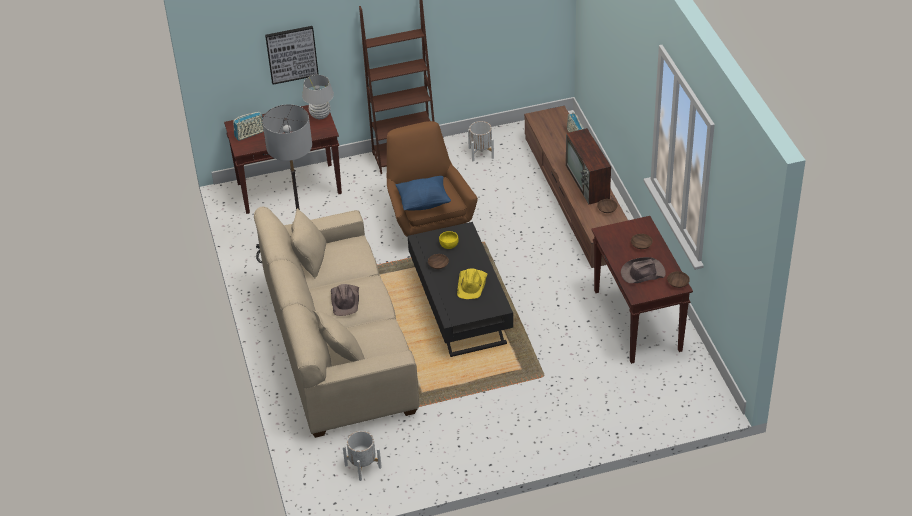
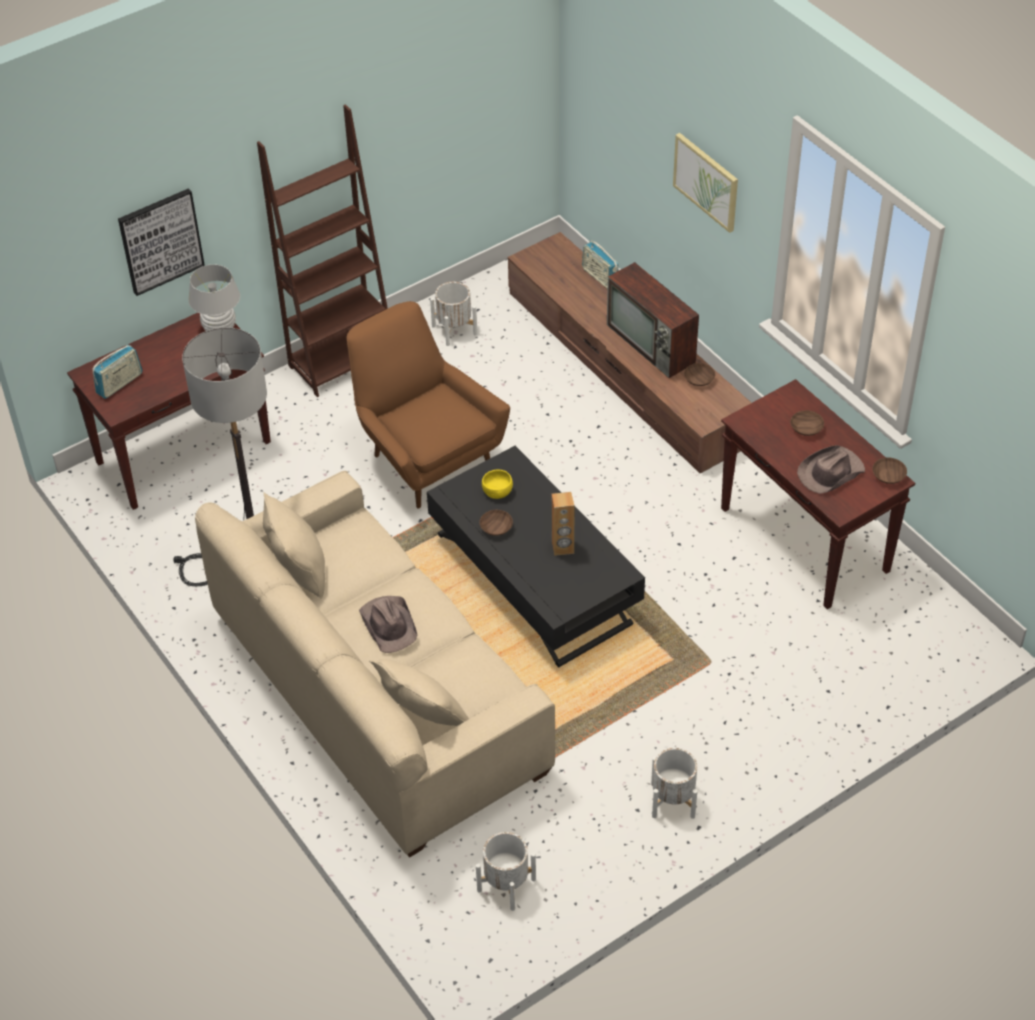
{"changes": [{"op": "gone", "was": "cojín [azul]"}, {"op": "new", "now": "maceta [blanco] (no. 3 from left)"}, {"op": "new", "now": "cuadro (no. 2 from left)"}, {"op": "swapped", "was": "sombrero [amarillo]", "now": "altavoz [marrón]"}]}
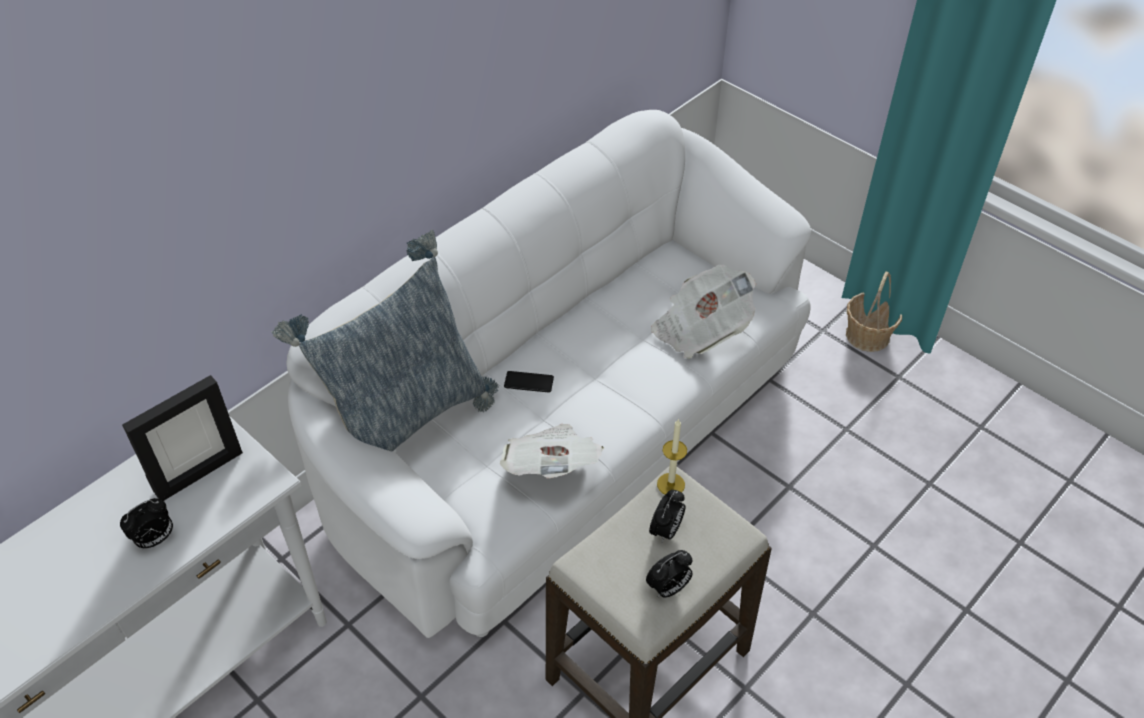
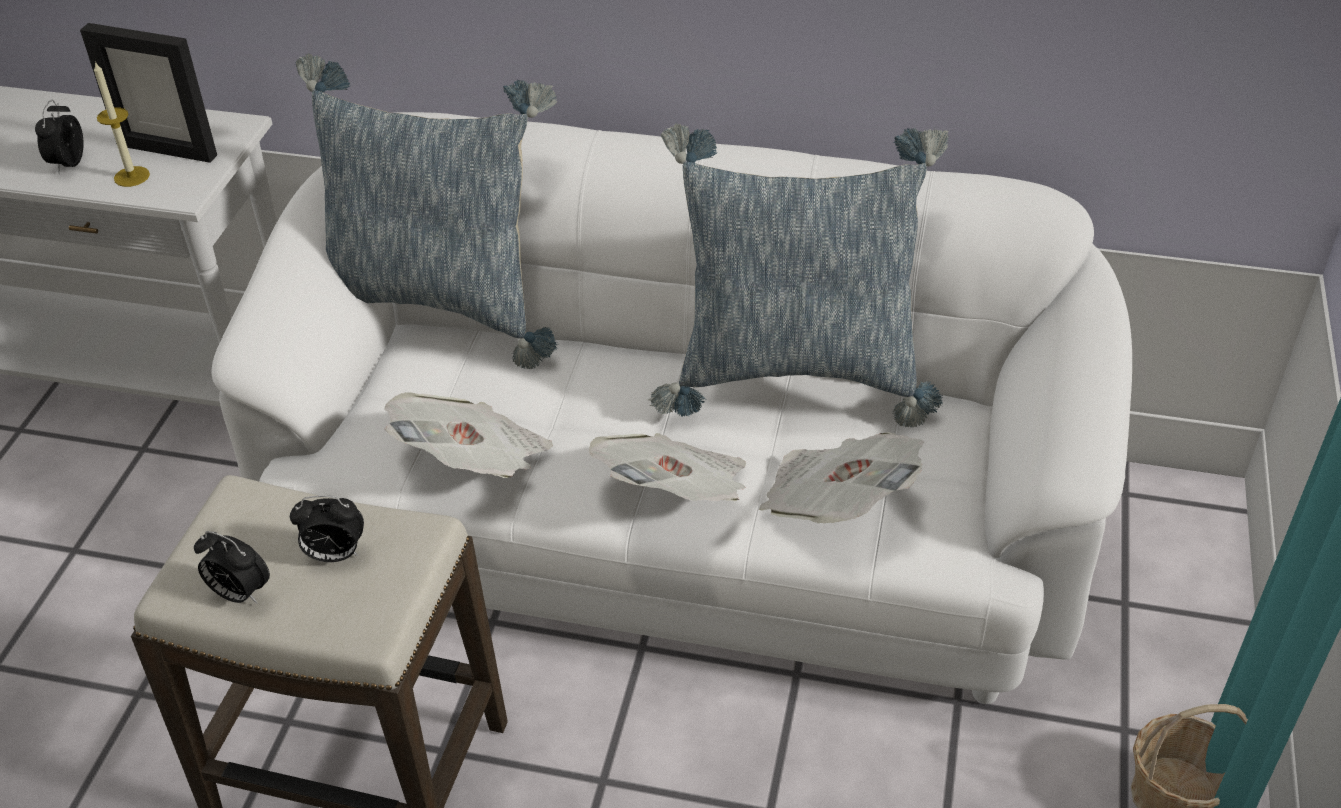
{"changes": [{"op": "gone", "was": "móvil"}, {"op": "new", "now": "periódico (no. 2 from left)"}, {"op": "new", "now": "cojín (no. 2 from left)"}, {"op": "shifted", "was": "vela"}, {"op": "rotated", "was": "despertador (no. 1 from left)", "clockwise": 75}]}
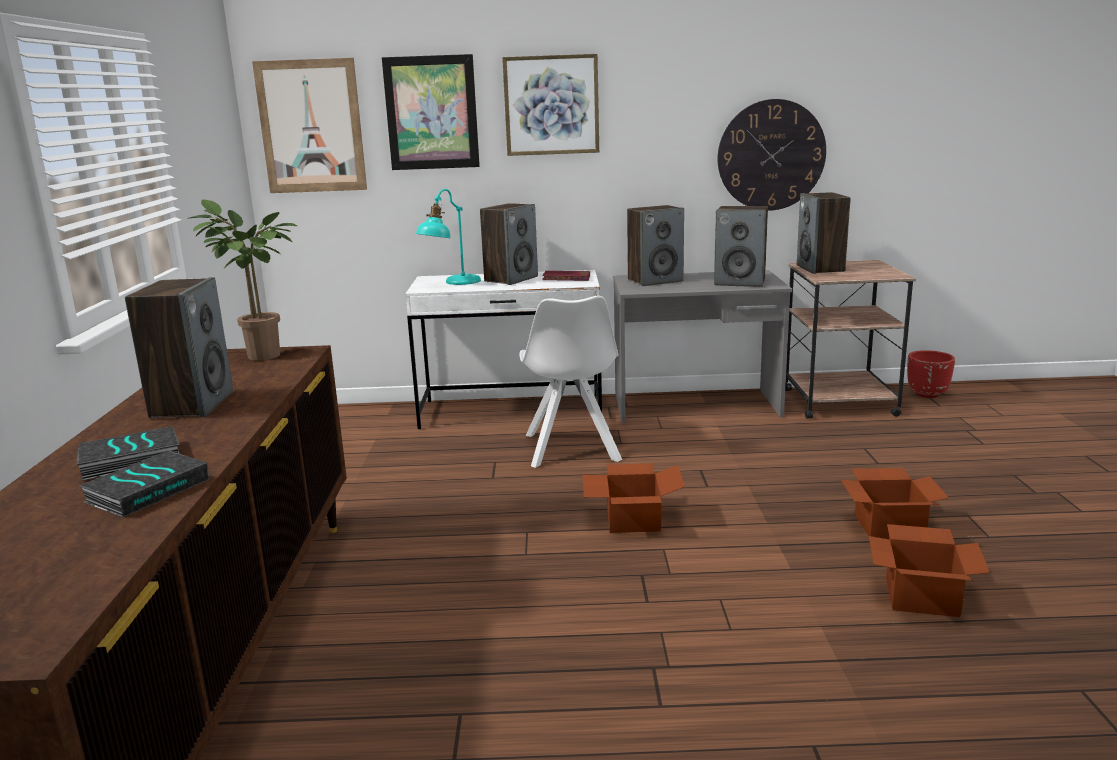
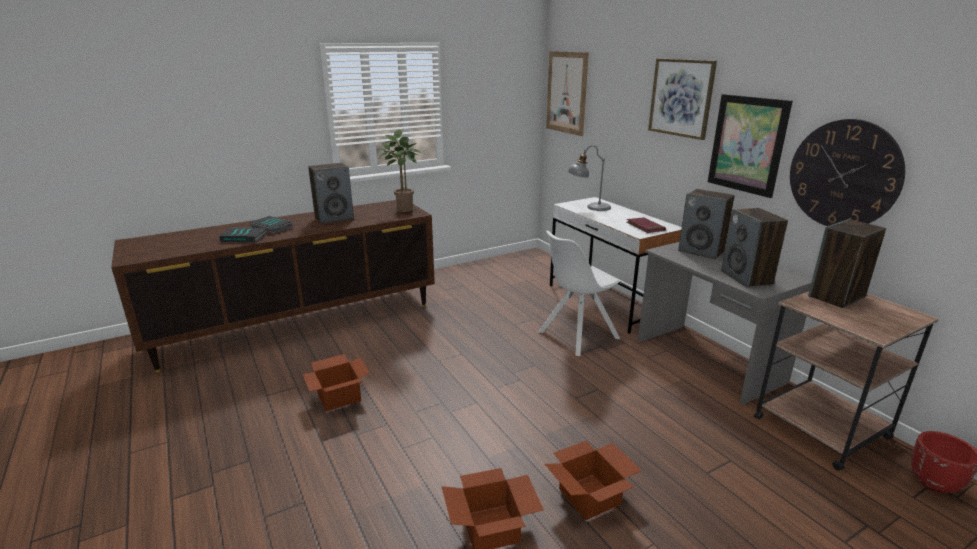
{"changes": [{"op": "gone", "was": "altavoz (no. 2 from left)"}, {"op": "shifted", "was": "cuadro (no. 2 from left in the first image)", "now": "cuadro (no. 3 from left)"}, {"op": "shifted", "was": "caja de cartón (no. 1 from left)"}, {"op": "repainted", "was": "lámpara de mesa [turquesa]", "now": "lámpara de mesa [gris]"}]}
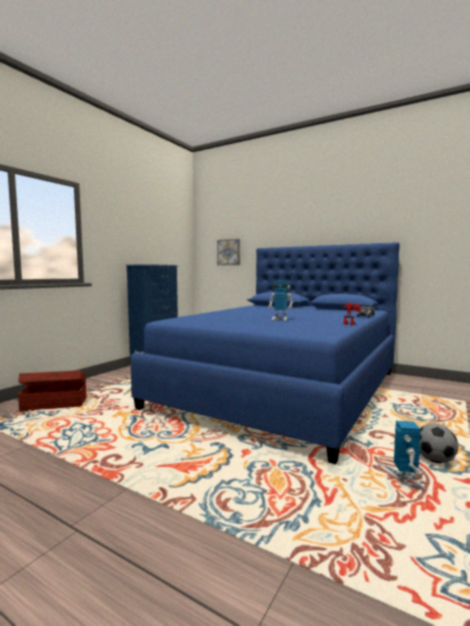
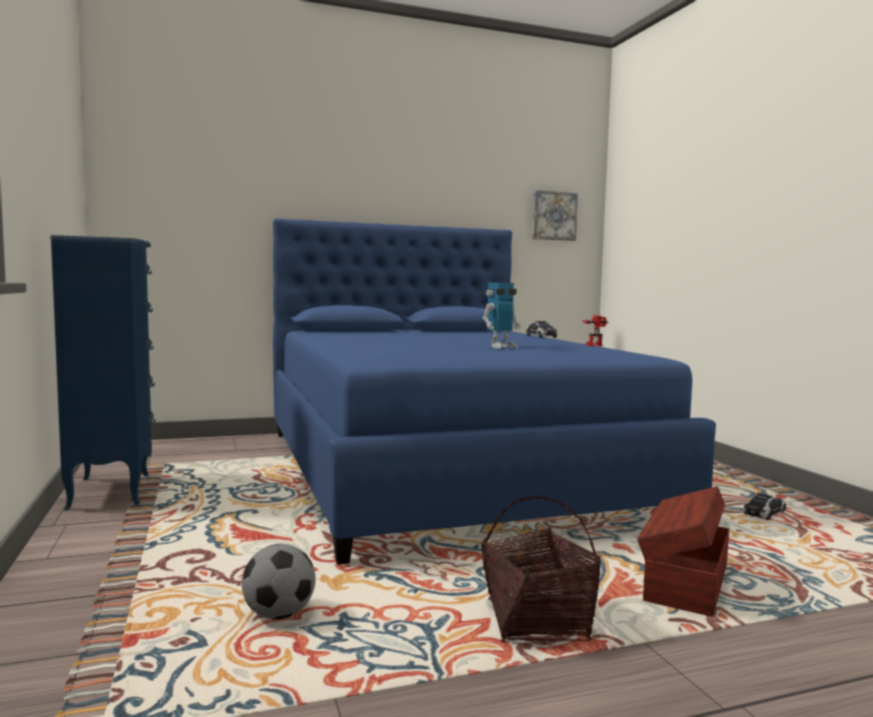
{"changes": [{"op": "new", "now": "cesta"}, {"op": "shifted", "was": "caja de almacenaje [marrón]"}, {"op": "shifted", "was": "cuadro"}, {"op": "shifted", "was": "balón de fútbol"}, {"op": "swapped", "was": "robot de juguete (no. 3 from left)", "now": "coche de juguete (no. 2 from left)"}]}
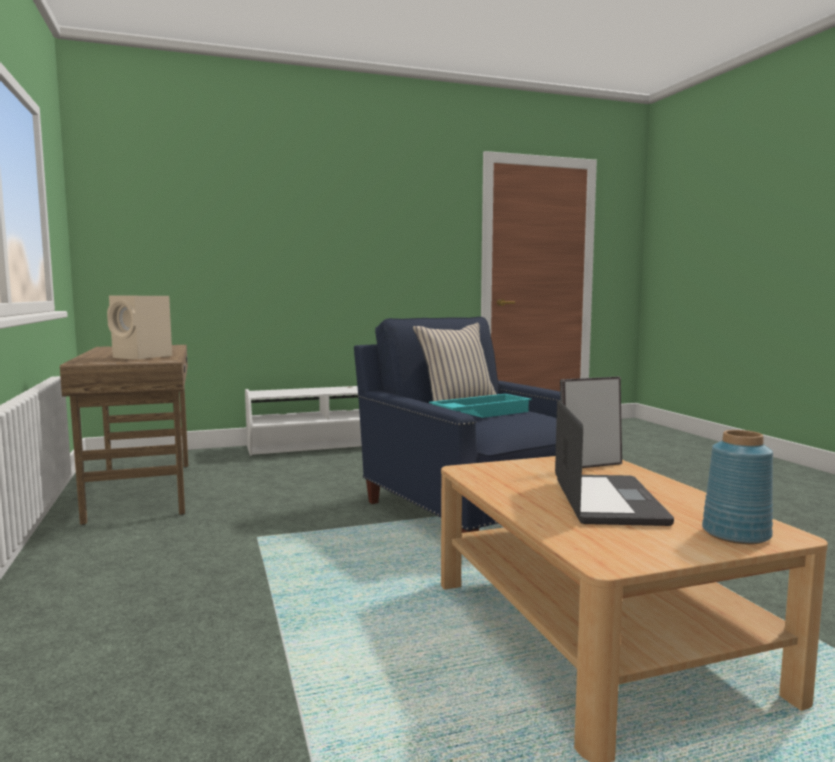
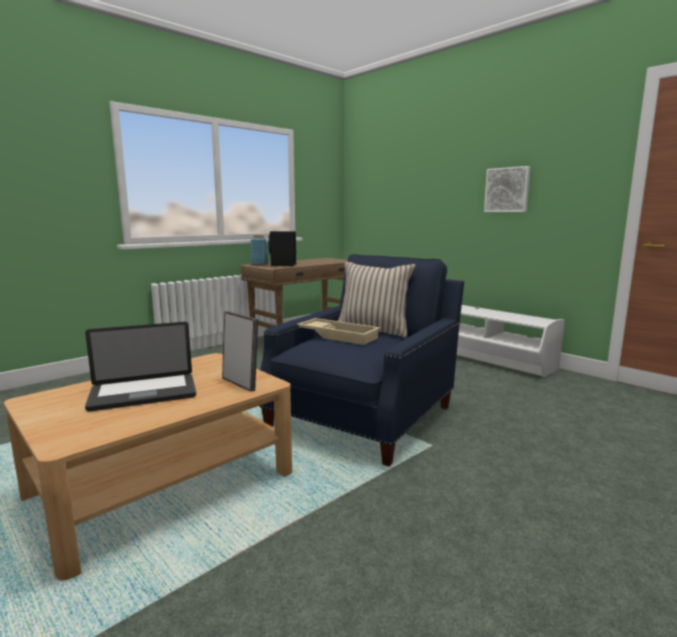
{"changes": [{"op": "new", "now": "cuadro"}, {"op": "shifted", "was": "florero [azul]"}, {"op": "repainted", "was": "altavoz [beis]", "now": "altavoz [negro]"}, {"op": "repainted", "was": "bandeja [turquesa]", "now": "bandeja [beis]"}]}
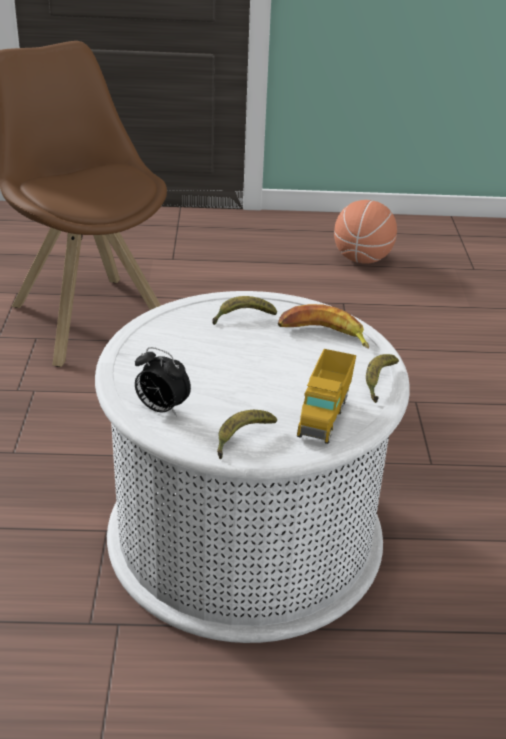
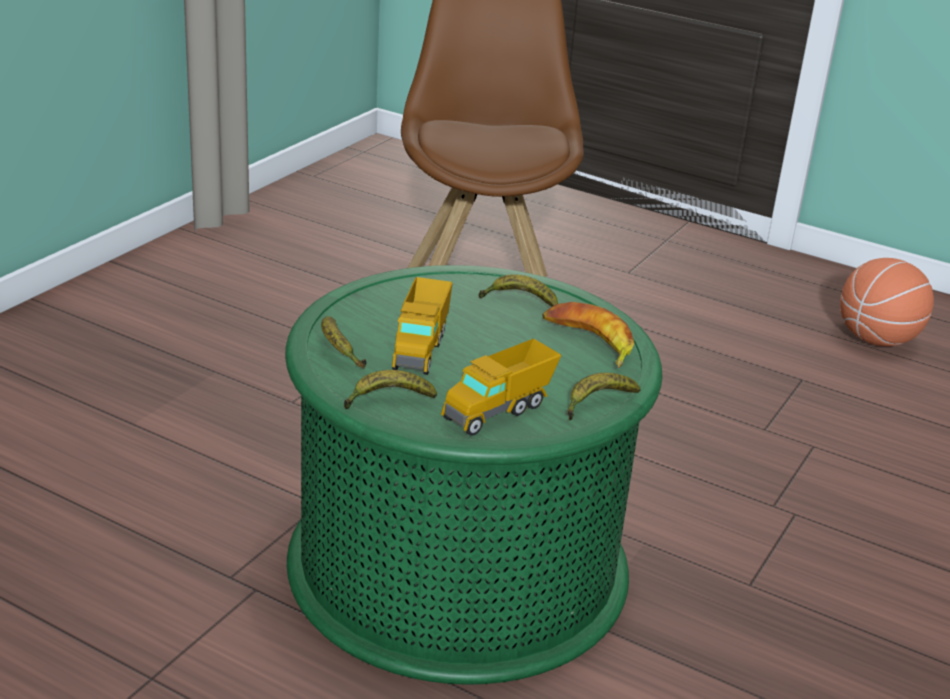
{"changes": [{"op": "new", "now": "camión de juguete (no. 1 from left)"}, {"op": "swapped", "was": "despertador", "now": "plátano (no. 1 from left)"}, {"op": "repainted", "was": "mesa de centro [blanco]", "now": "mesa de centro [verde]"}]}
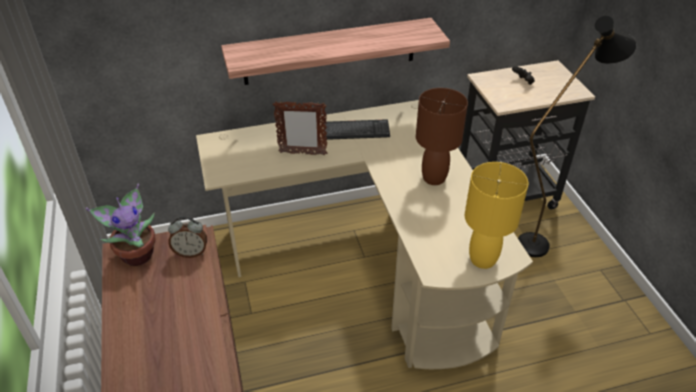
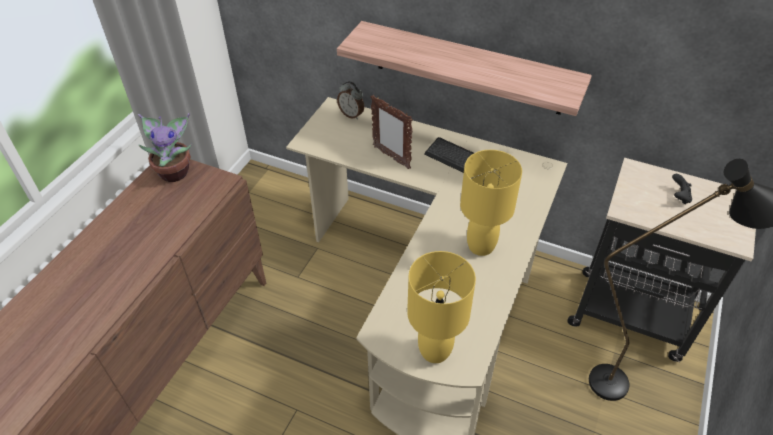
{"changes": [{"op": "shifted", "was": "despertador"}, {"op": "repainted", "was": "lámpara de mesa [marrón]", "now": "lámpara de mesa [amarillo] (no. 2 from left)"}]}
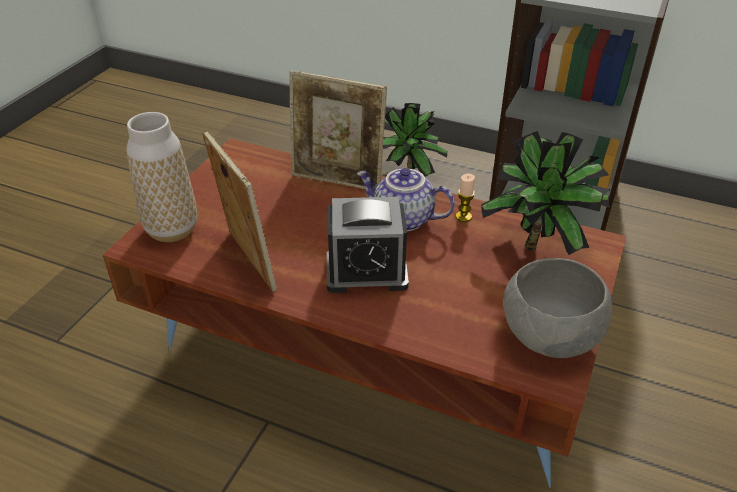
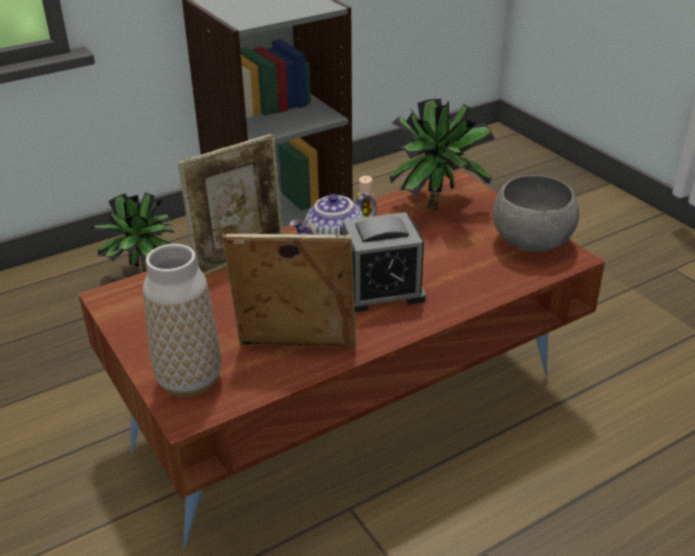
{"changes": [{"op": "rotated", "was": "despertador", "clockwise": 45}]}
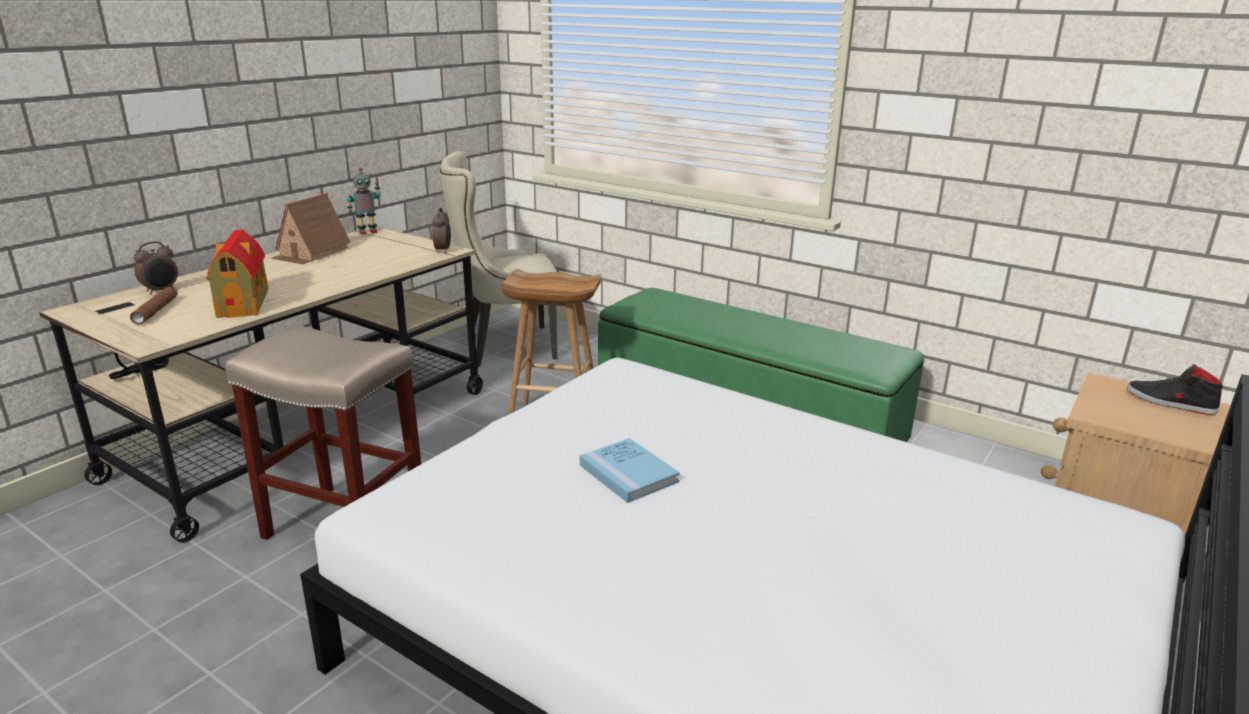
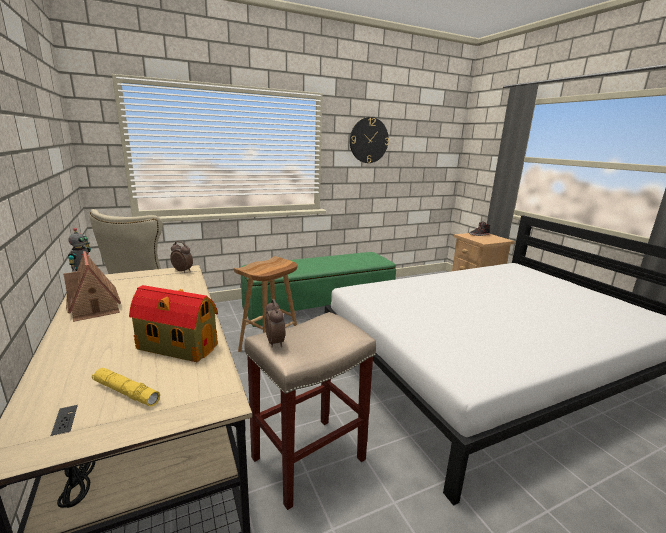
{"changes": [{"op": "gone", "was": "libro [azul]"}, {"op": "new", "now": "reloj de pared"}, {"op": "shifted", "was": "despertador (no. 1 from left in the first image)", "now": "despertador (no. 2 from left)"}, {"op": "repainted", "was": "linterna [marrón]", "now": "linterna [amarillo]"}]}
